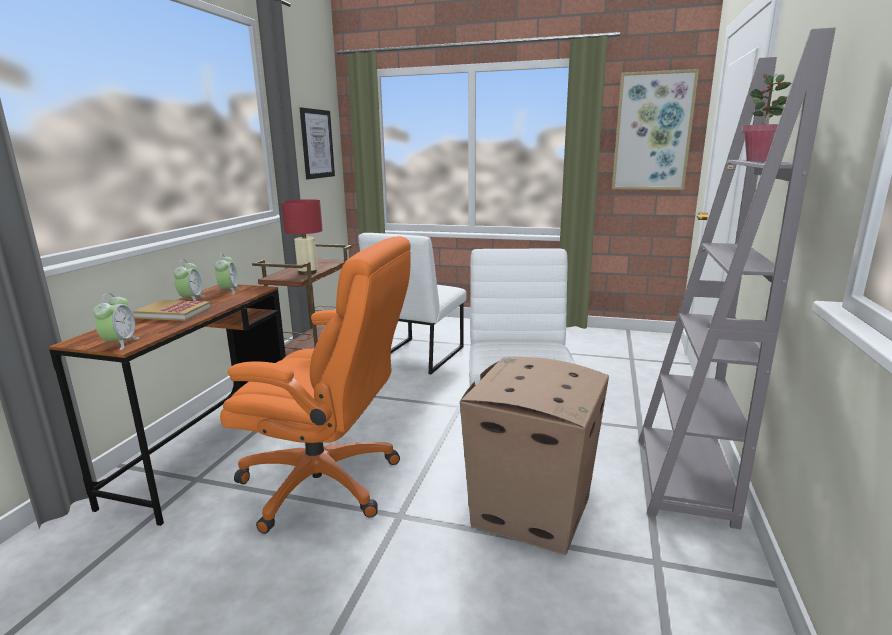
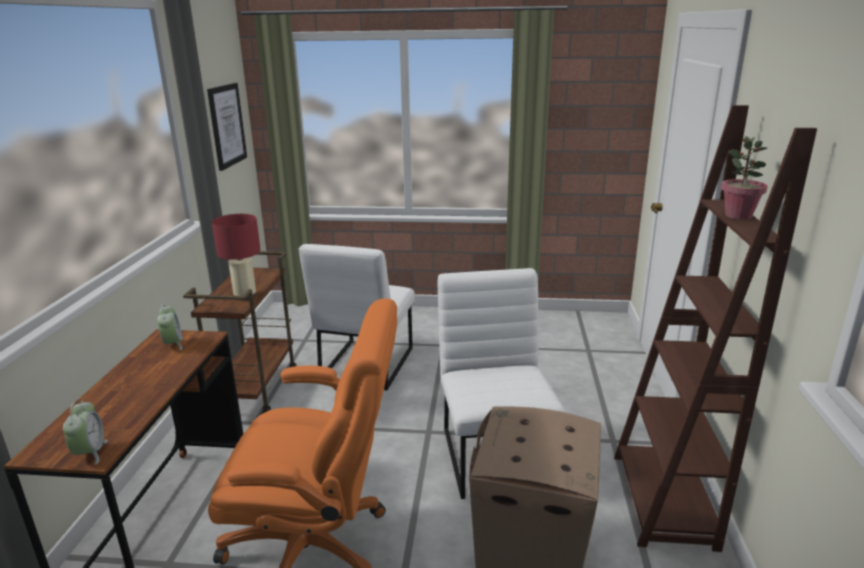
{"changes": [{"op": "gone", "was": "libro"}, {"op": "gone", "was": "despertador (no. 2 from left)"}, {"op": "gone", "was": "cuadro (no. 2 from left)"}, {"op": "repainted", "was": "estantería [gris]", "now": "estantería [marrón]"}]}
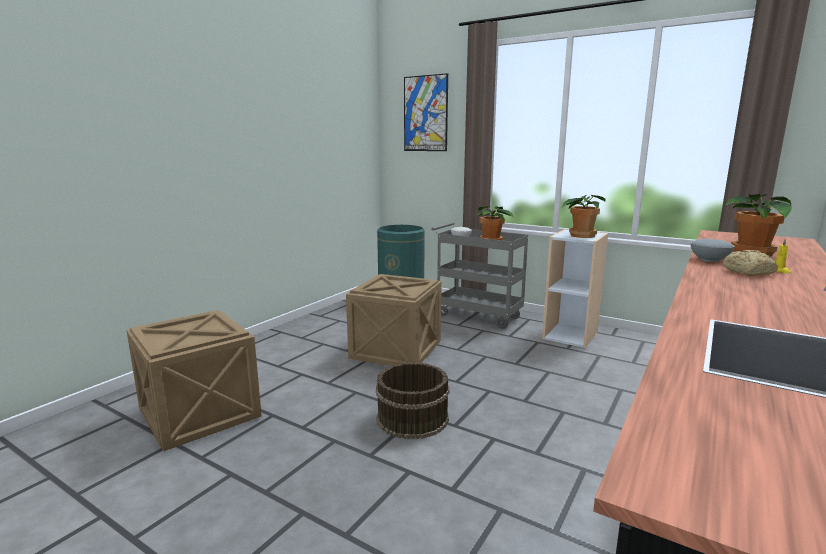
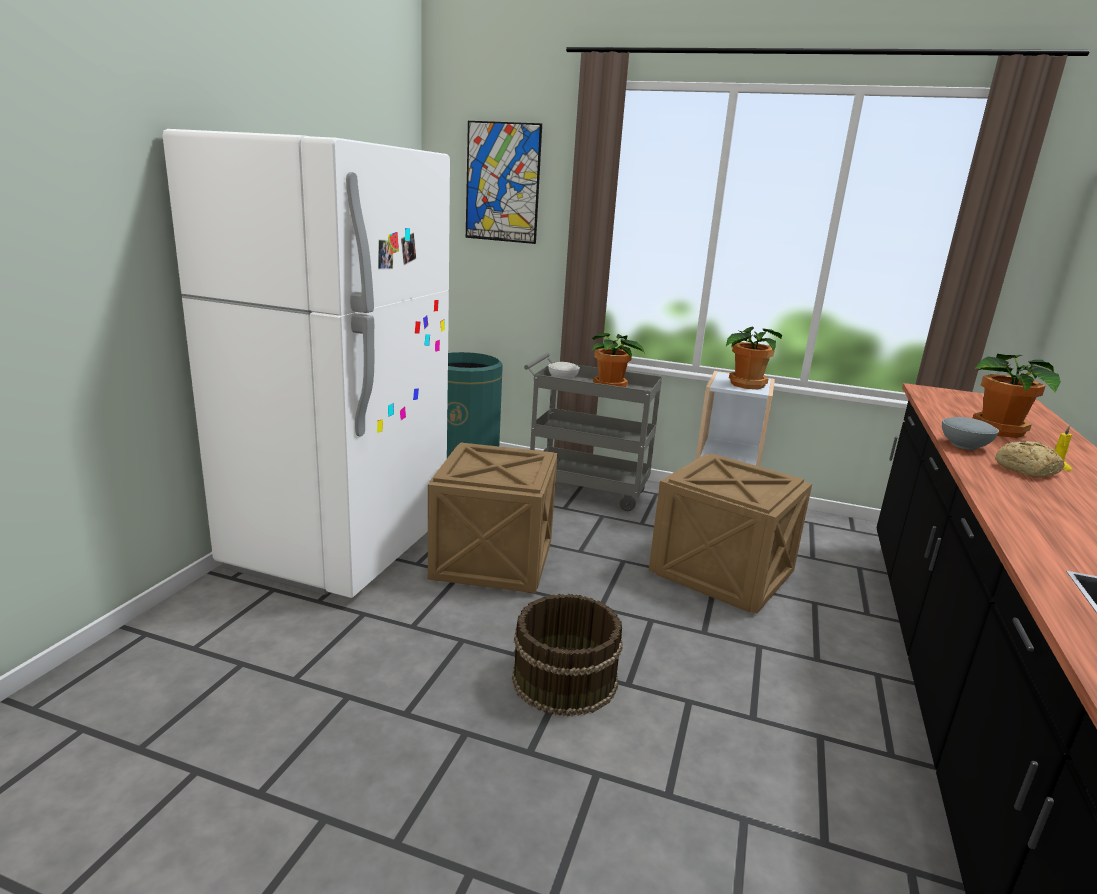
{"changes": [{"op": "new", "now": "nevera [blanco]"}, {"op": "shifted", "was": "caja de embalaje (no. 1 from left in the first image)", "now": "caja de embalaje (no. 2 from left)"}]}
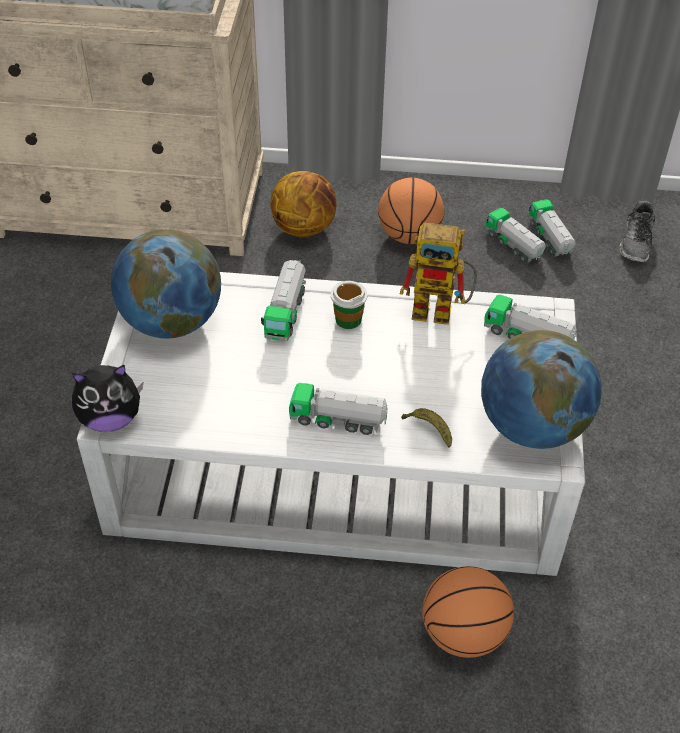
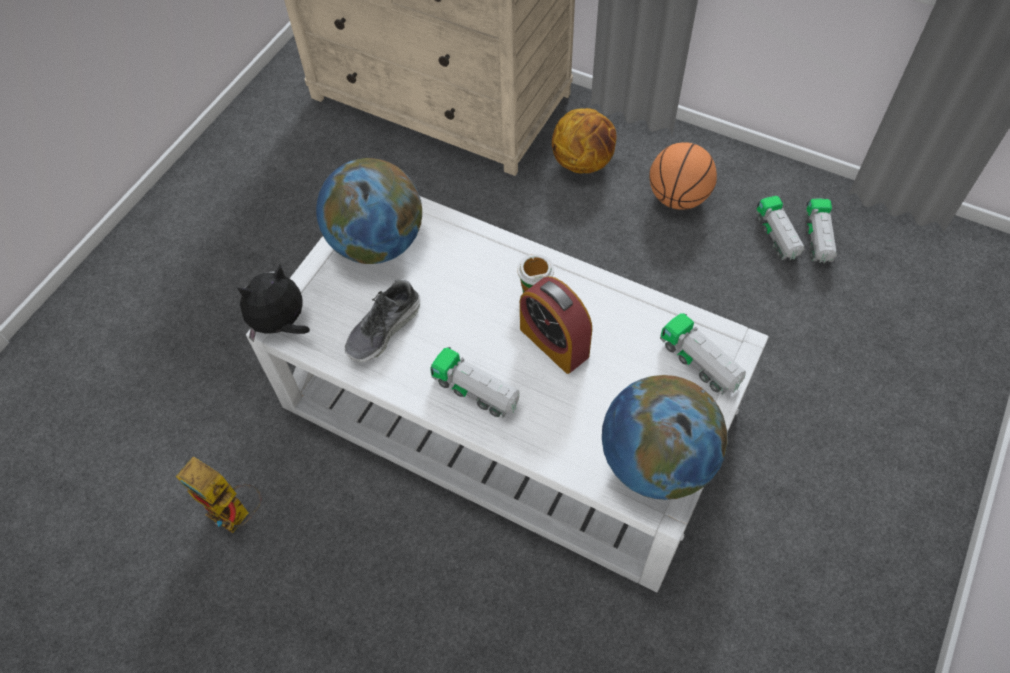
{"changes": [{"op": "gone", "was": "camión de juguete (no. 1 from left)"}, {"op": "gone", "was": "plátano"}, {"op": "gone", "was": "balón de baloncesto (no. 3 from left)"}, {"op": "new", "now": "despertador"}, {"op": "shifted", "was": "robot de juguete"}, {"op": "shifted", "was": "zapato"}, {"op": "rotated", "was": "peluche", "clockwise": 135}]}
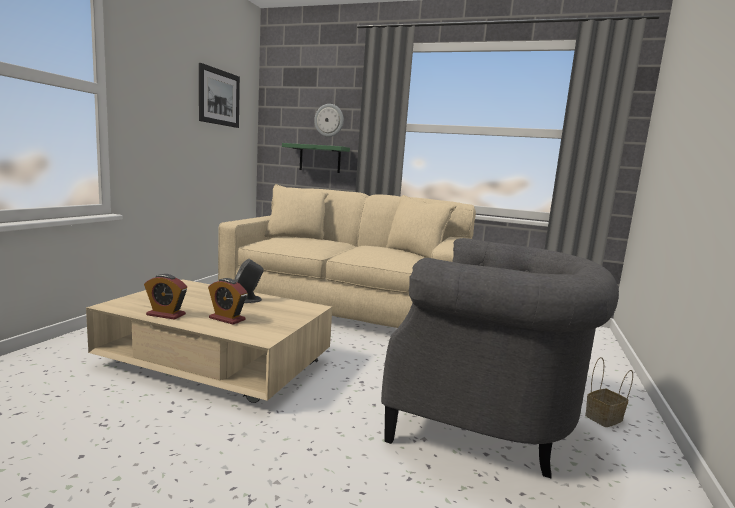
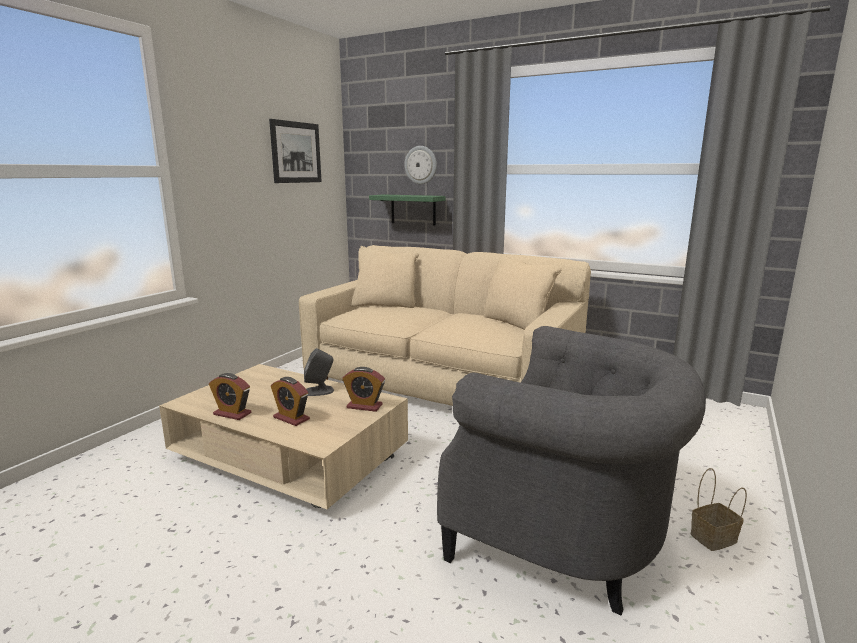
{"changes": [{"op": "new", "now": "despertador (no. 3 from left)"}]}
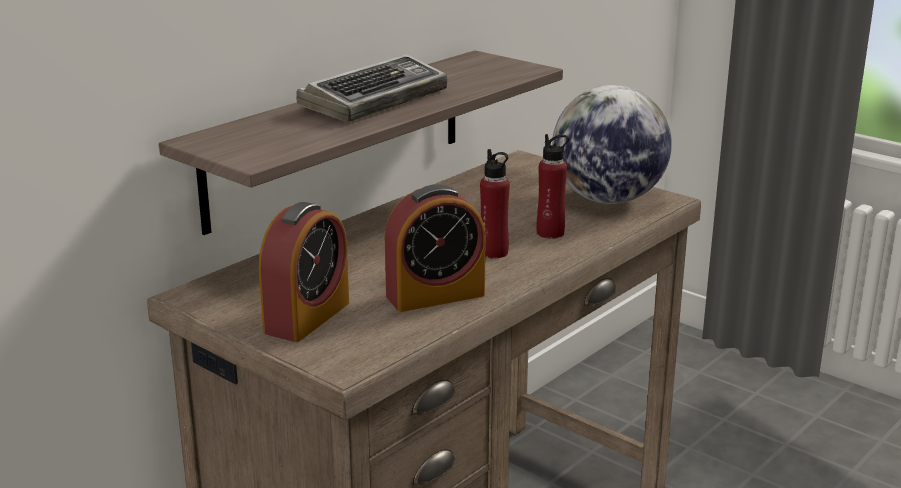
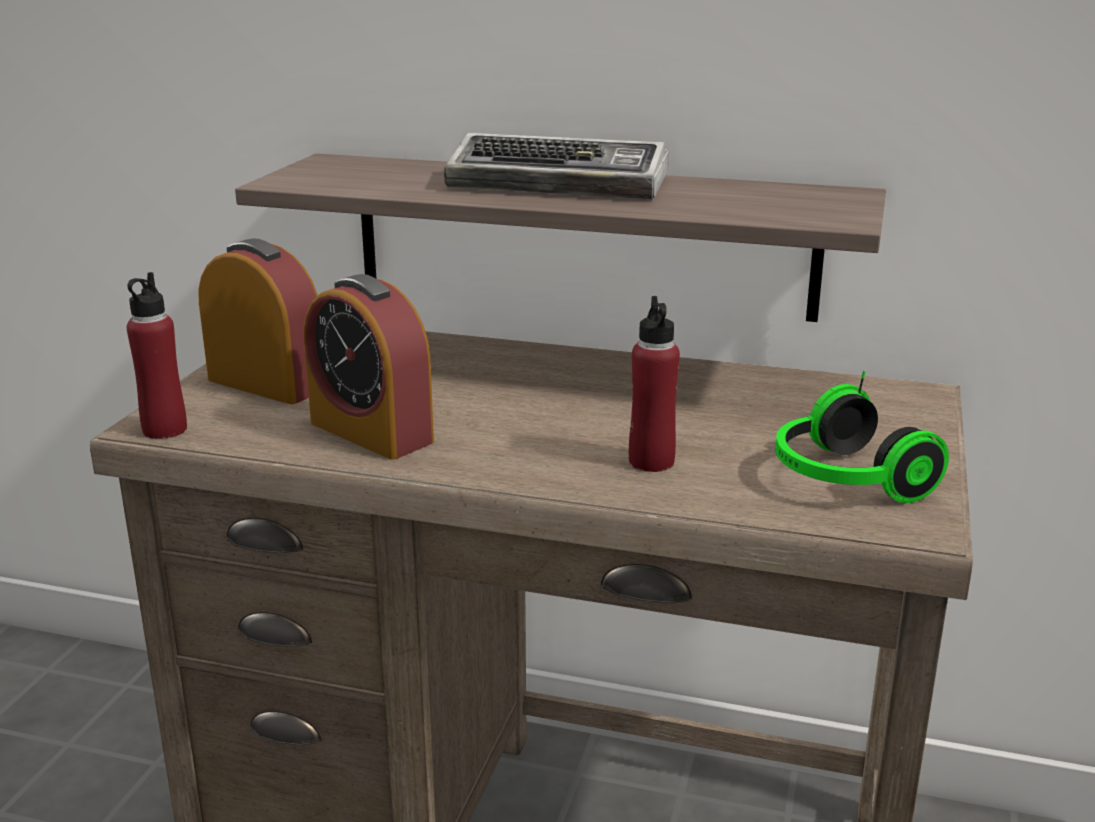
{"changes": [{"op": "shifted", "was": "botella [rojo] (no. 1 from left)"}, {"op": "swapped", "was": "globo terráqueo", "now": "auriculares"}, {"op": "rotated", "was": "despertador (no. 1 from left)", "clockwise": -150}]}
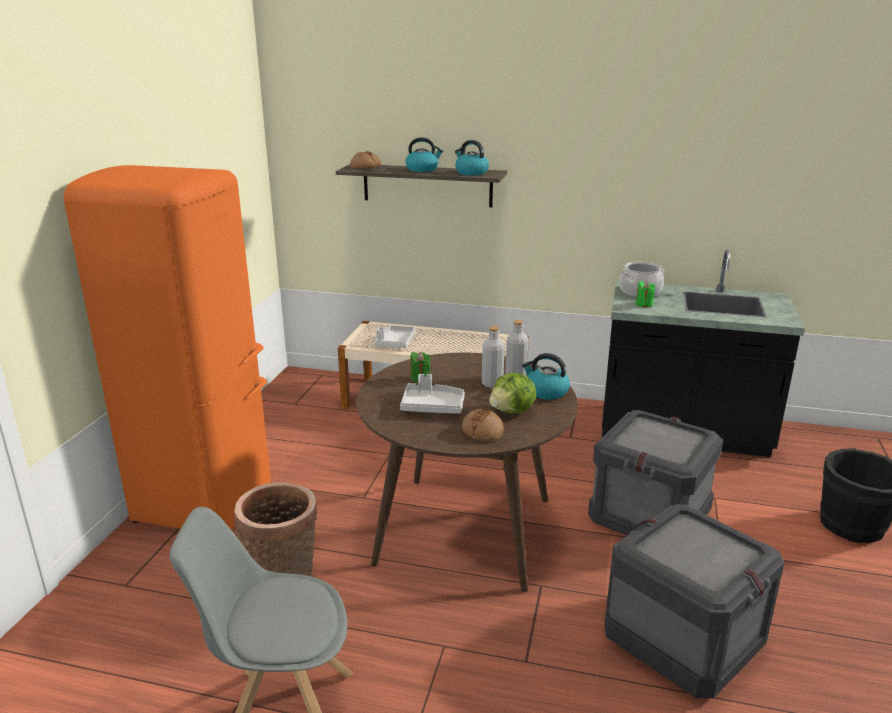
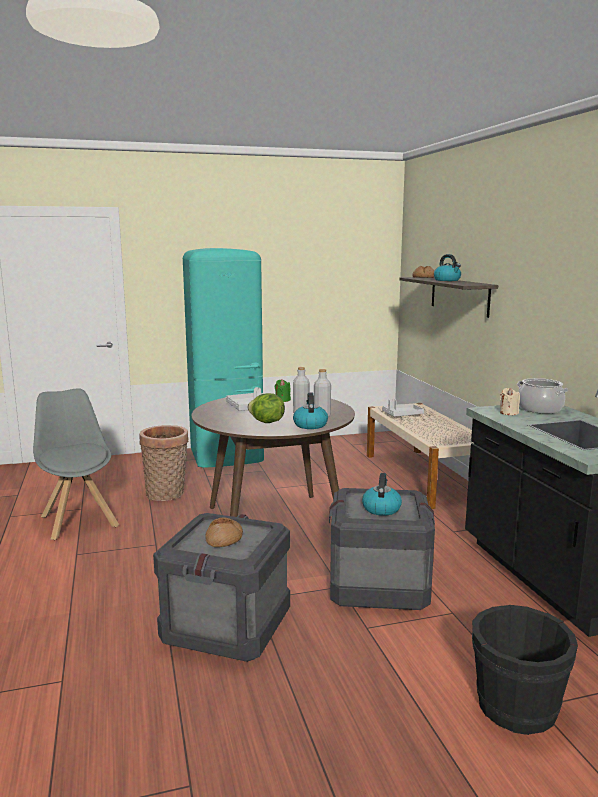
{"changes": [{"op": "shifted", "was": "hervidor (no. 2 from left)"}, {"op": "shifted", "was": "pan (no. 2 from left in the first image)", "now": "pan (no. 1 from left)"}, {"op": "repainted", "was": "nevera [naranja]", "now": "nevera [turquesa]"}, {"op": "repainted", "was": "vela [verde] (no. 2 from left)", "now": "vela [beis]"}]}
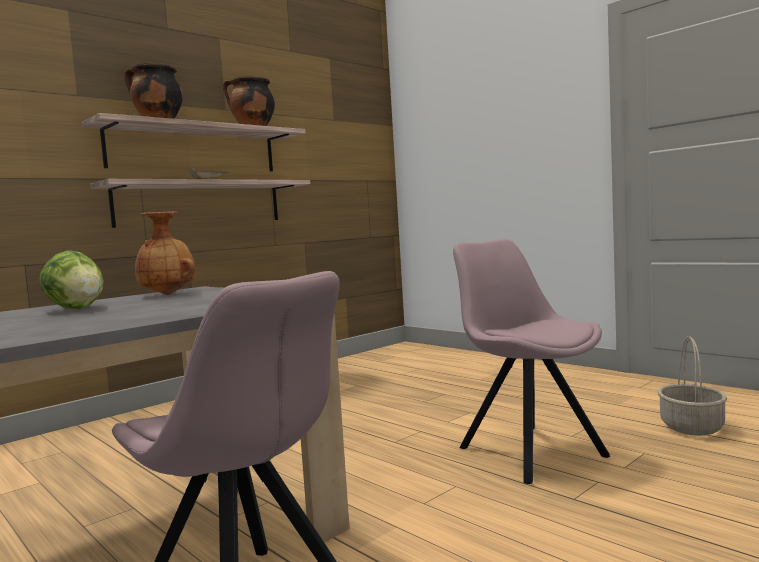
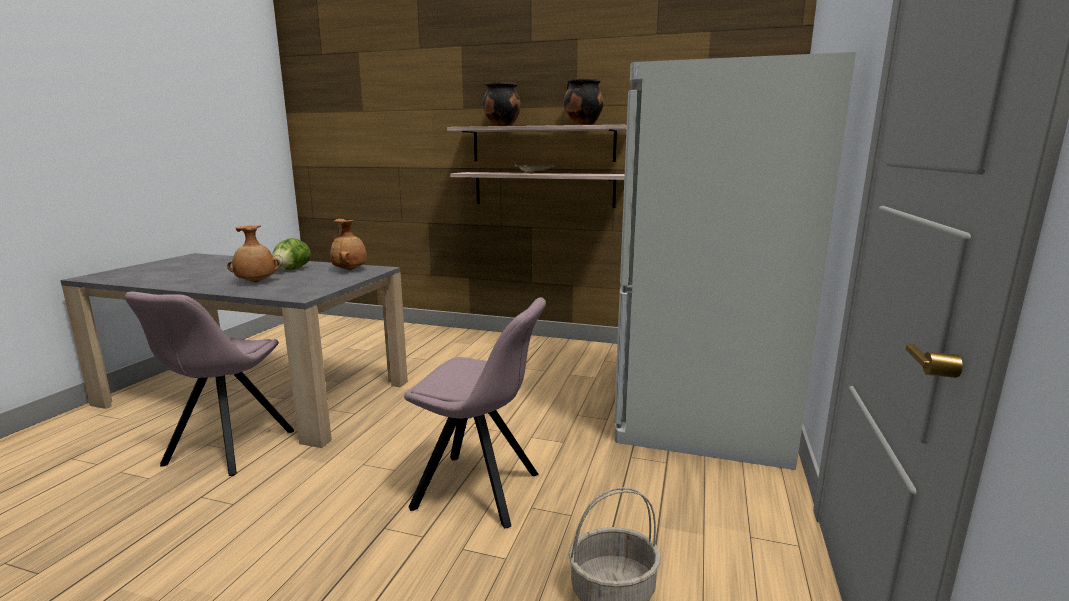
{"changes": [{"op": "new", "now": "florero [marrón] (no. 1 from left)"}, {"op": "new", "now": "nevera [blanco]"}, {"op": "rotated", "was": "silla [rosa] (no. 2 from left)", "clockwise": 75}]}
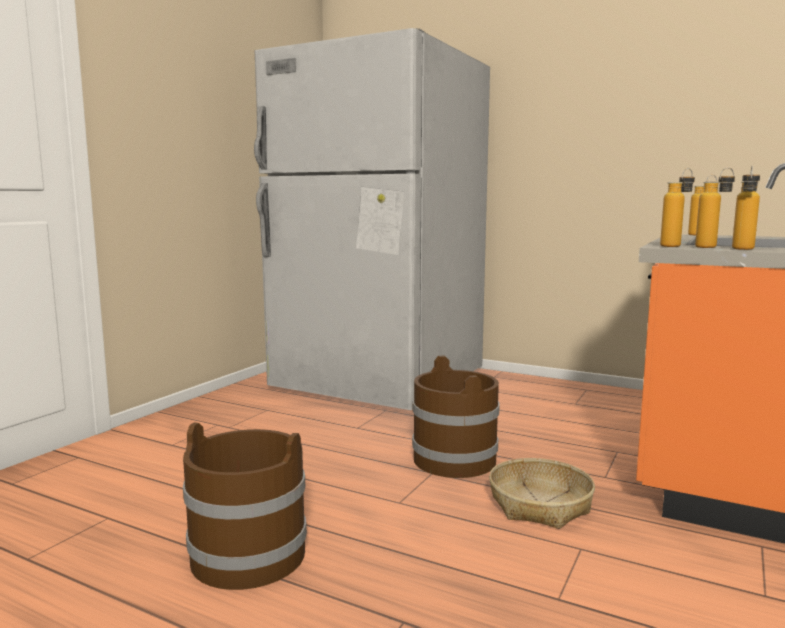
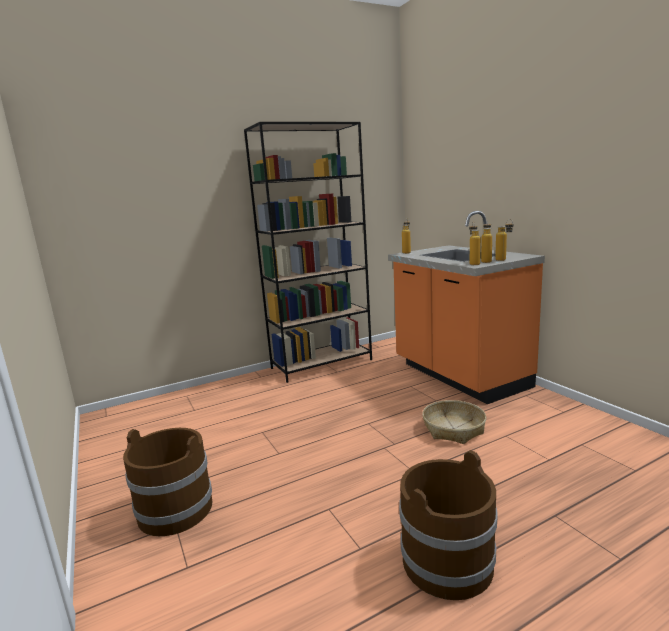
{"changes": [{"op": "gone", "was": "nevera [blanco]"}, {"op": "new", "now": "estantería [beis]"}, {"op": "shifted", "was": "cubo [marrón] (no. 2 from left in the first image)", "now": "cubo [marrón] (no. 1 from left)"}]}
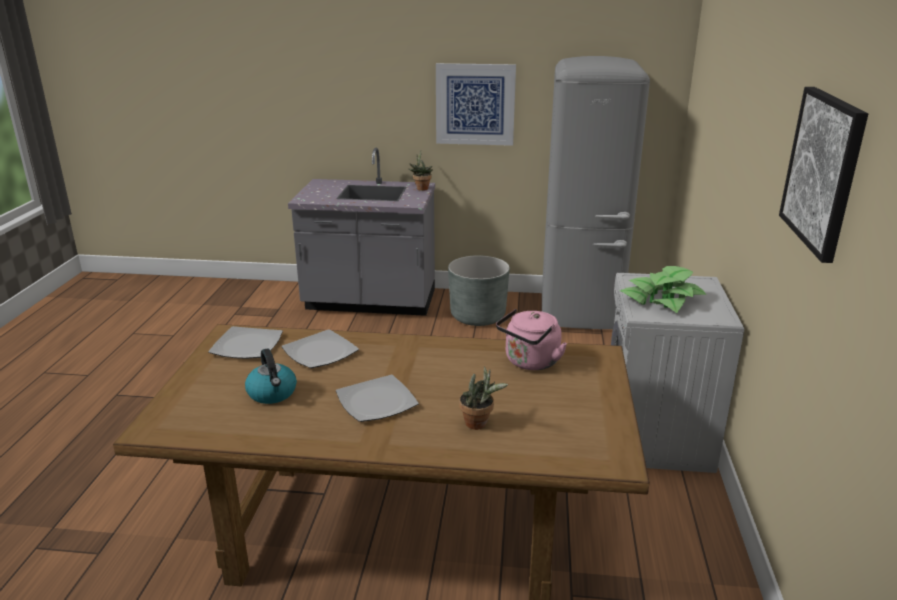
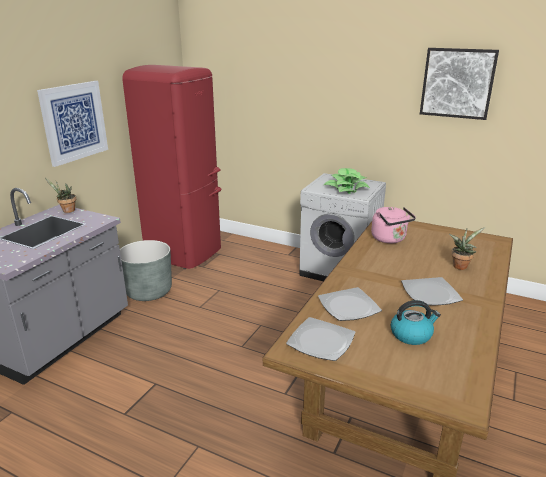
{"changes": [{"op": "repainted", "was": "nevera [gris]", "now": "nevera [rojo]"}]}
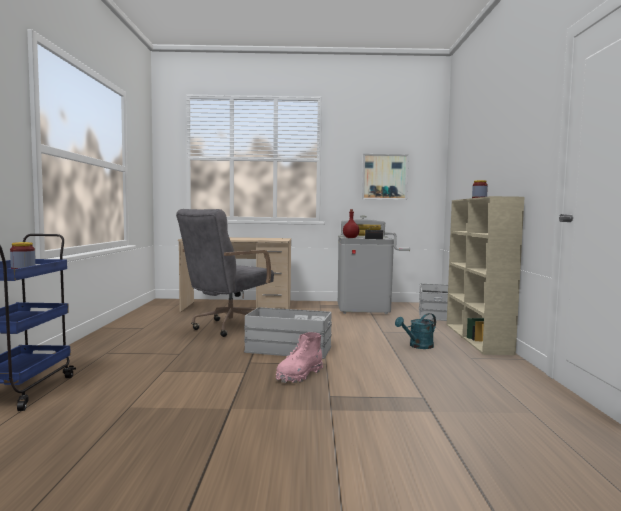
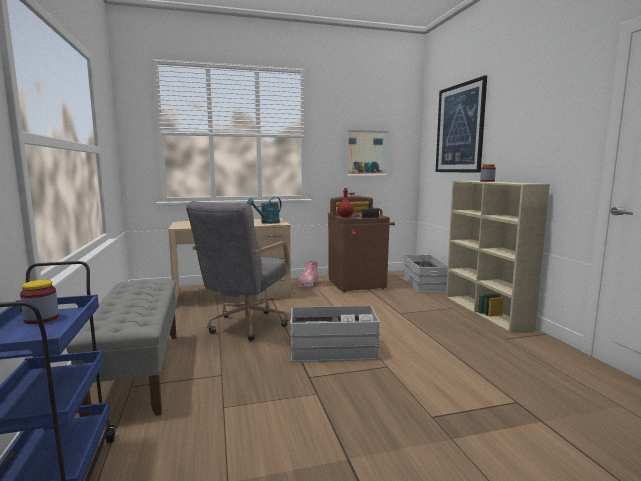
{"changes": [{"op": "new", "now": "banco [gris]"}, {"op": "new", "now": "cuadro (no. 2 from left)"}, {"op": "shifted", "was": "bota [rosa]"}, {"op": "shifted", "was": "regadera [turquesa]"}, {"op": "repainted", "was": "lavadora [gris]", "now": "lavadora [marrón]"}]}
